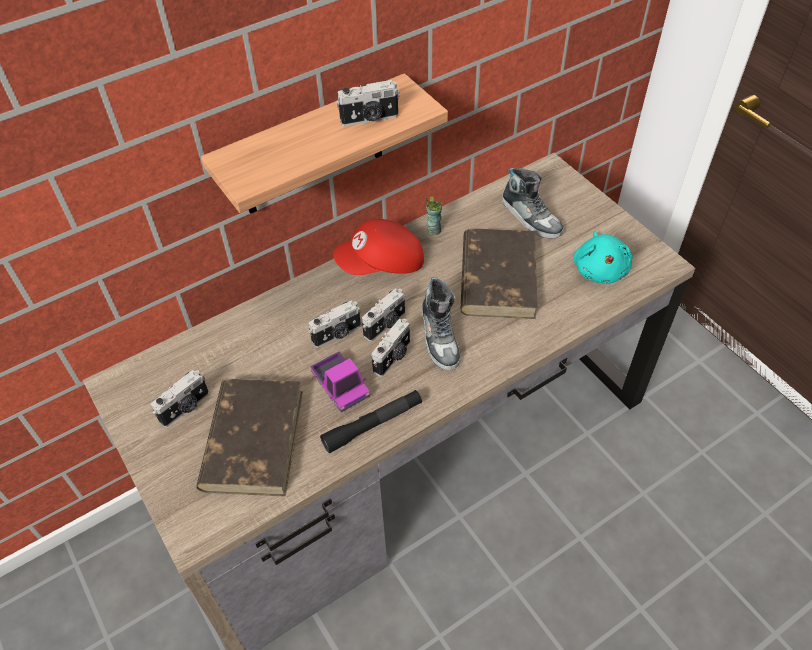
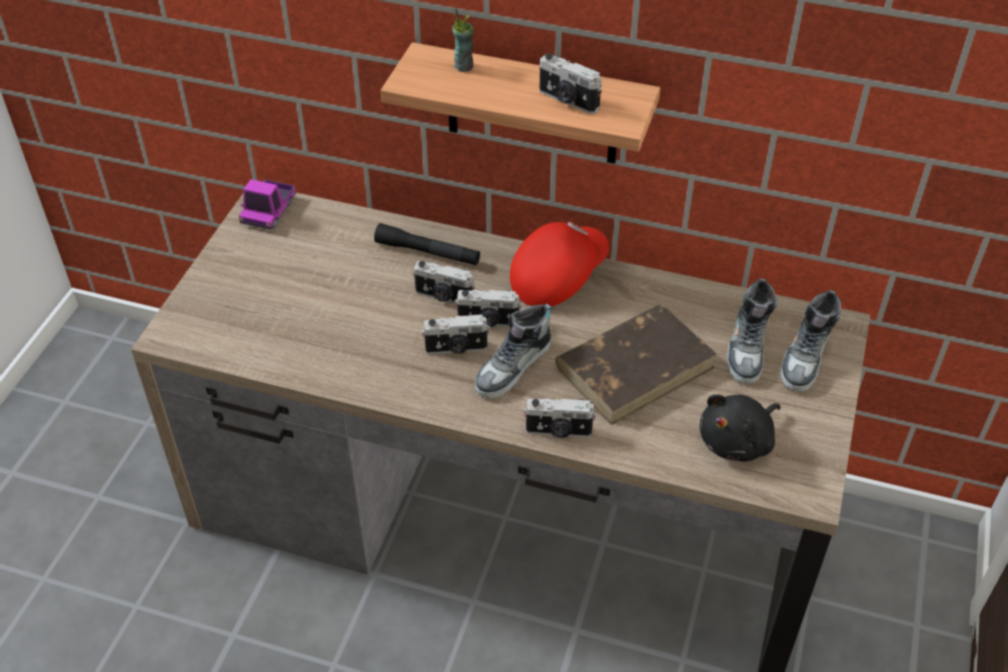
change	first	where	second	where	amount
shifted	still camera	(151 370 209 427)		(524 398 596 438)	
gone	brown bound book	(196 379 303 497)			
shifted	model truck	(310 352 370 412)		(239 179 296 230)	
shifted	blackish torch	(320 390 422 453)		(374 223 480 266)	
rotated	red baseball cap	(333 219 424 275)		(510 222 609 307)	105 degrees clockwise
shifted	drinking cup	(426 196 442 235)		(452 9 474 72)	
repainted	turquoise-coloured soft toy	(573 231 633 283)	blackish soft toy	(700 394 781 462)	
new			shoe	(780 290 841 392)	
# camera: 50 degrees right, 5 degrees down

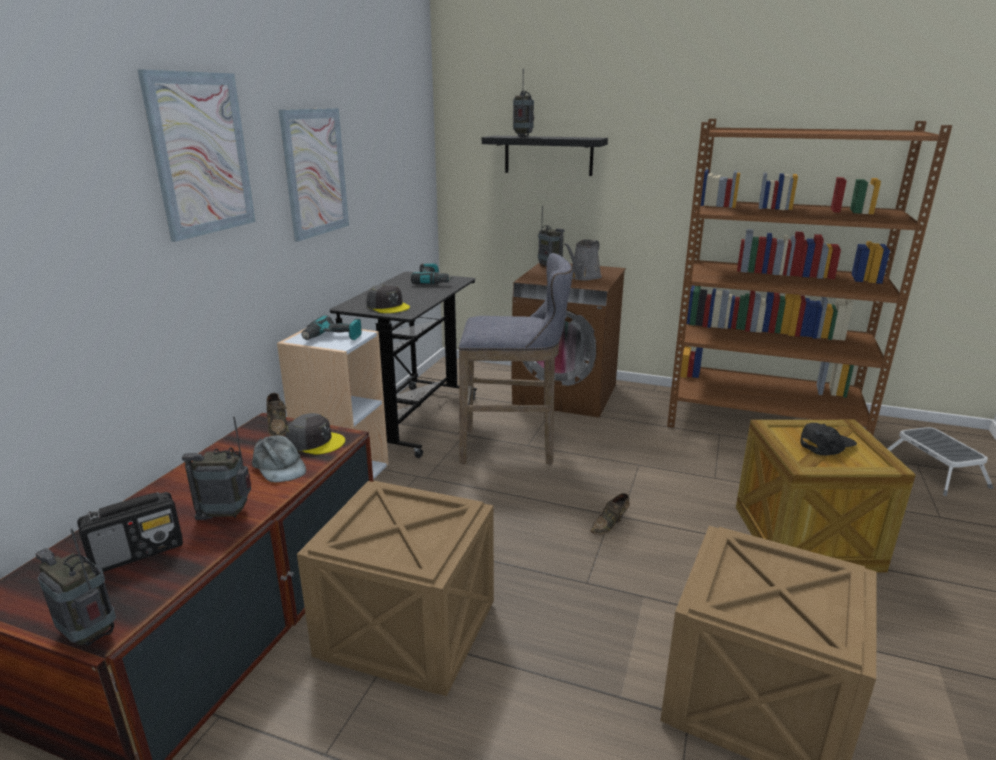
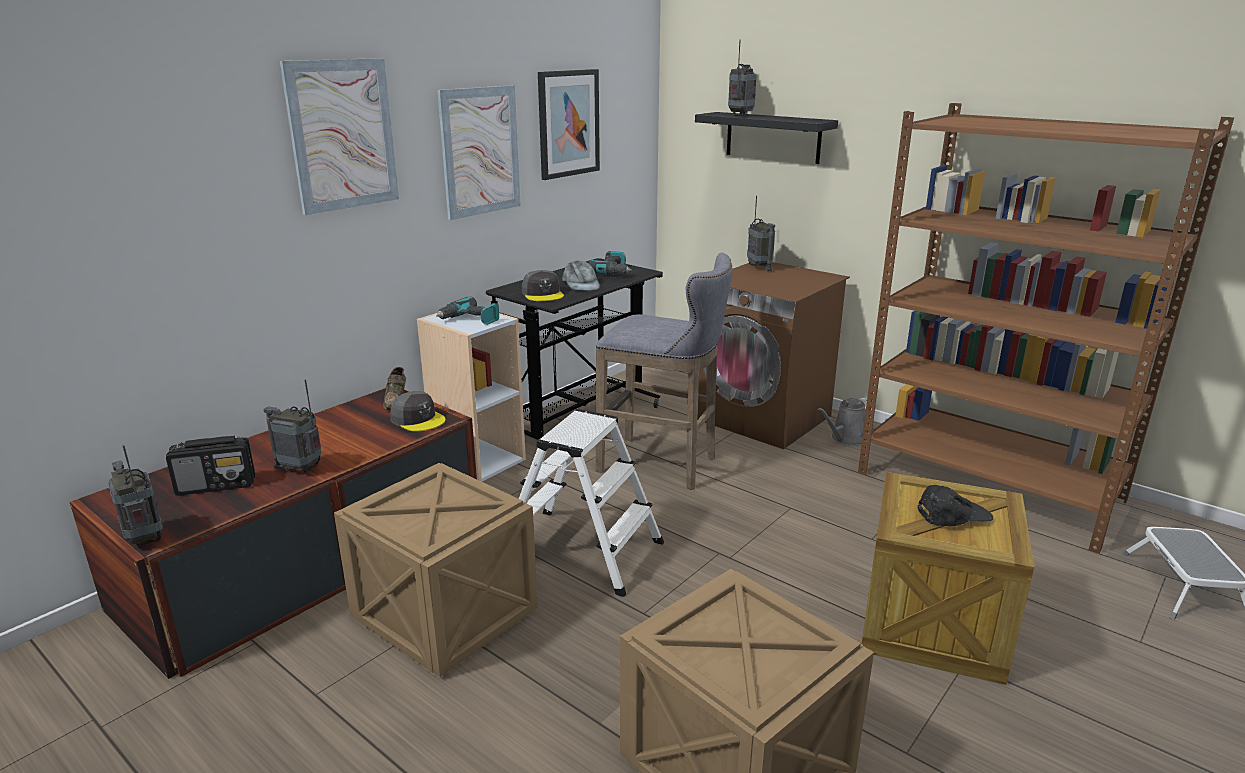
change	first	where	second	where	amount
shifted	grey baseball cap	(252 435 306 482)		(562 260 600 291)	
shifted	grey watering can	(564 239 602 281)		(817 397 872 446)	
gone	brown shoe	(590 493 630 535)			
new			whitish step ladder	(519 409 664 597)	
new			wall art	(538 69 600 180)	
# camera: 20 degrees right, 0 degrees up

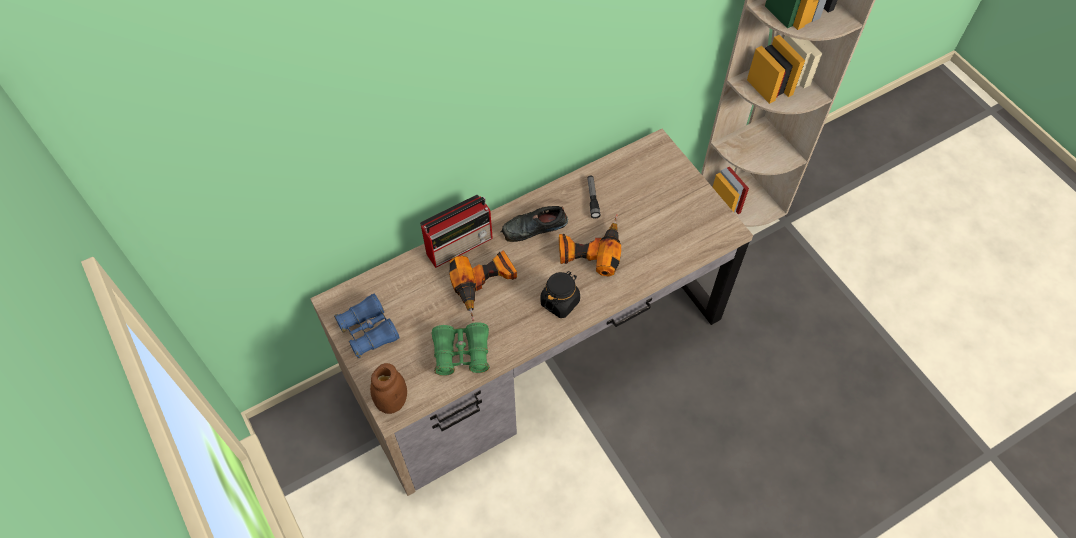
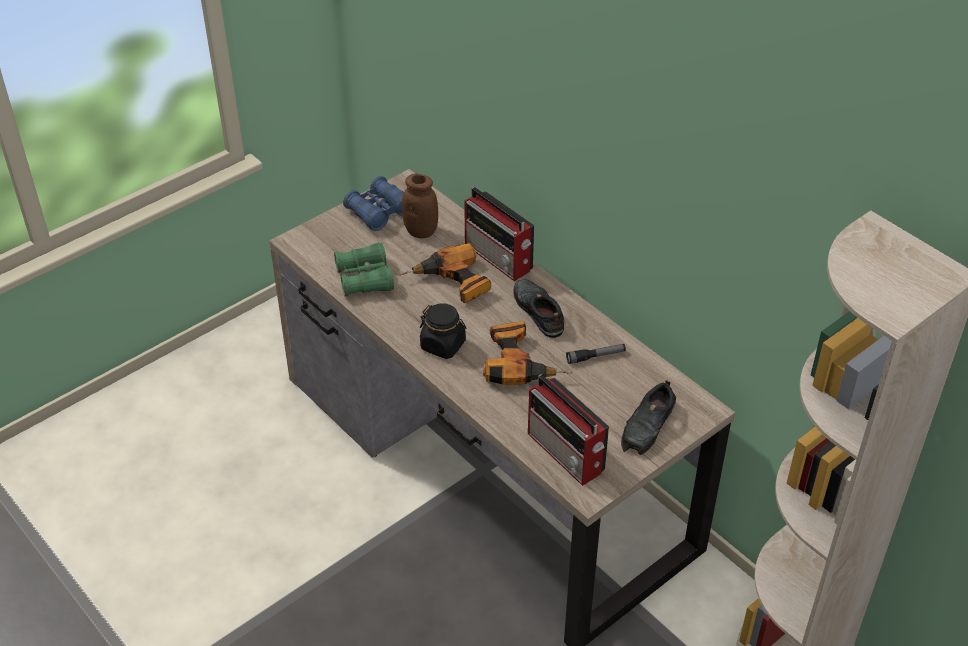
change	first	where	second	where	amount
shifted	brown preserve jar	(370 363 407 414)		(402 173 438 239)	
new			radio receiver	(528 374 609 486)	
new			blackish shoe	(621 380 676 455)	
# camera: 80 degrees right, 15 degrees down

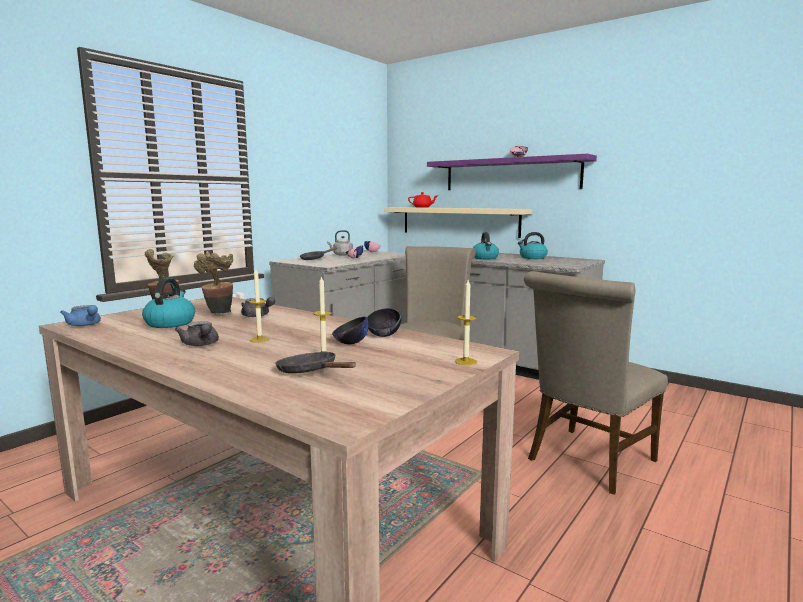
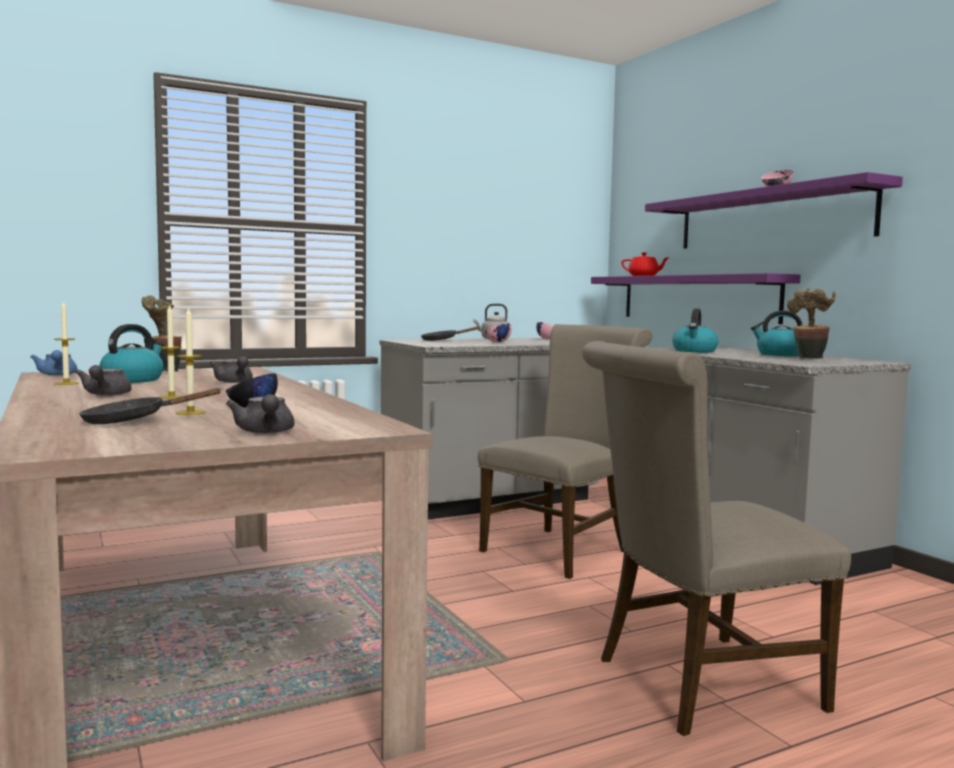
change	first	where	second	where	amount
shifted	houseplant	(194 251 234 314)		(787 287 836 359)	
rotated	blackish frying pan	(275 352 356 373)		(79 388 222 424)	90 degrees counterclockwise
gone	blackish deep dish	(367 308 401 337)			
repainted	sand-coloured shelf	(384 207 532 238)	purple shelf	(591 273 801 324)	
shifted	candle	(455 280 477 365)		(54 301 79 385)	
new			grey teapot	(226 394 294 434)	
# camera: 25 degrees right, 5 degrees down

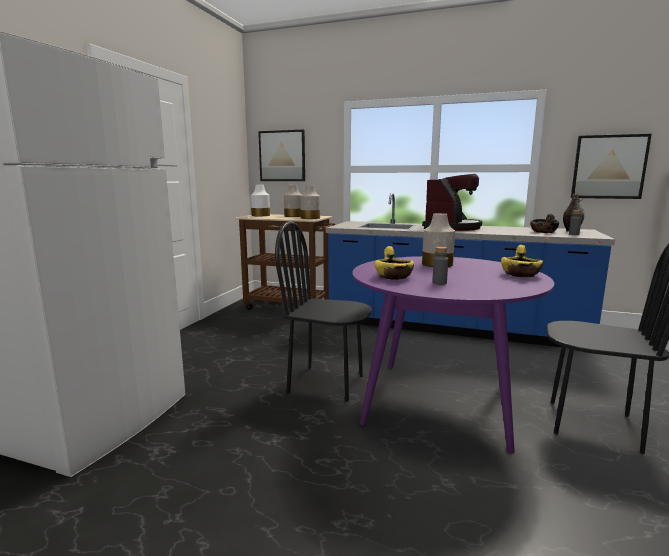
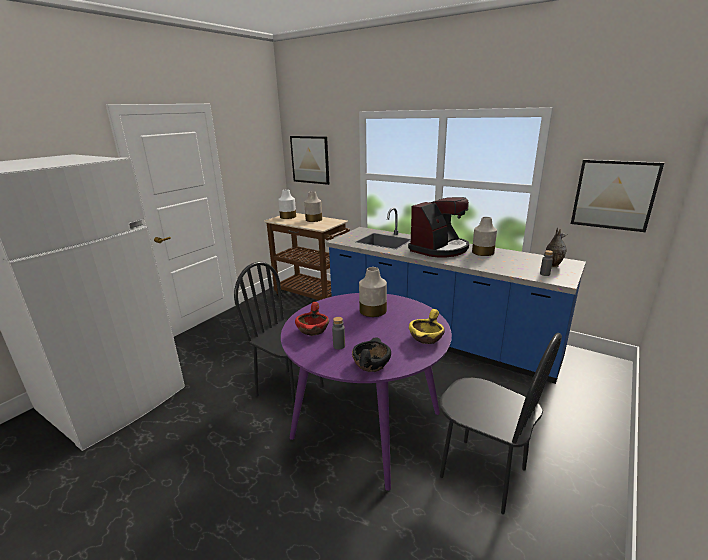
change	first	where	second	where	amount
shifted	sand-coloured vase	(300 185 320 219)		(472 217 497 256)	
repainted	yellowish deep dish	(375 246 414 280)	red deep dish	(295 302 329 336)	
shifted	blackish deep dish	(530 214 559 233)		(352 338 391 372)	
# camera: 15 degrees right, 10 degrees up

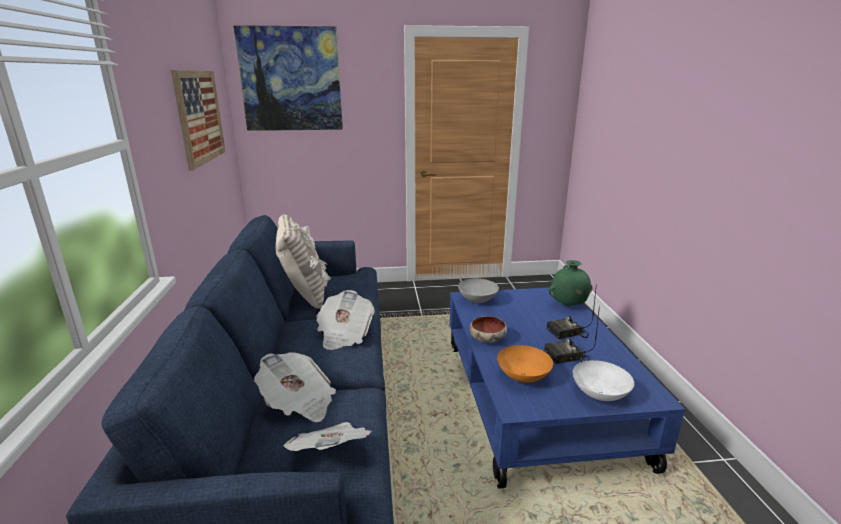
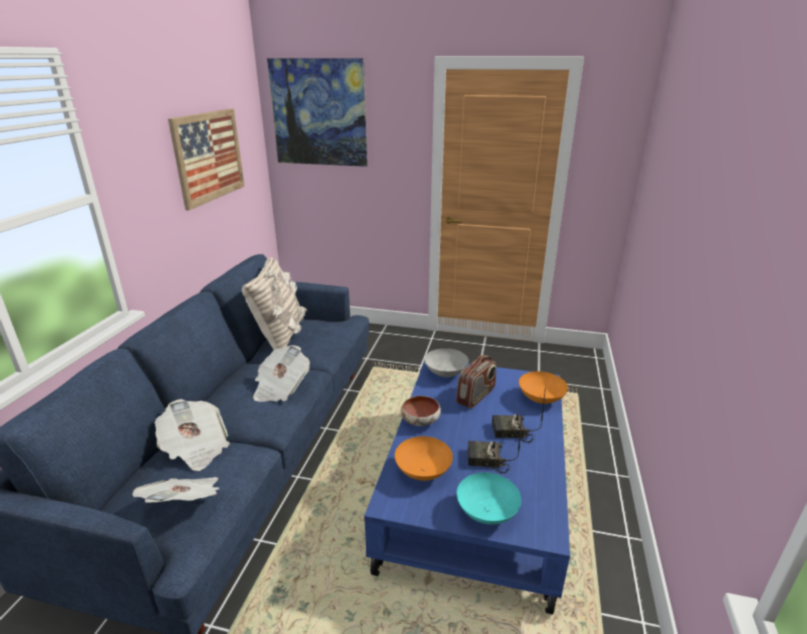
change	first	where	second	where	amount
swapped	green-coloured vase	(548 260 592 306)	orange-coloured deep dish	(519 371 568 404)	
repainted	whitish deep dish	(573 360 634 401)	turquoise-coloured deep dish	(457 472 521 525)	
new			radio receiver	(456 355 496 409)	
# camera: 20 degrees right, 5 degrees up

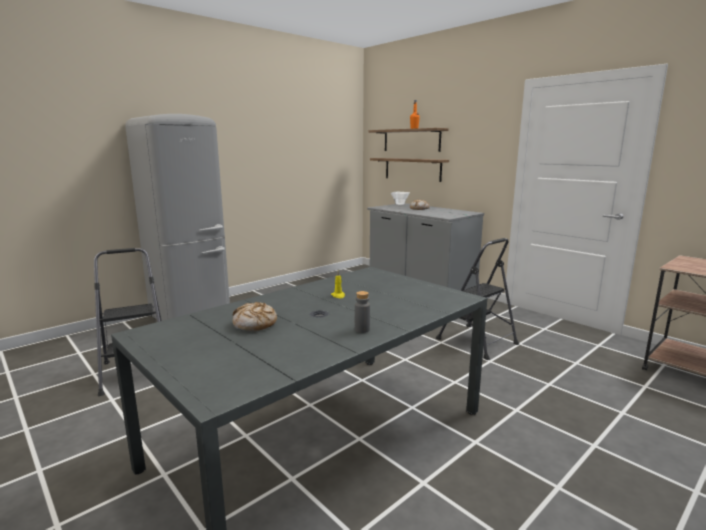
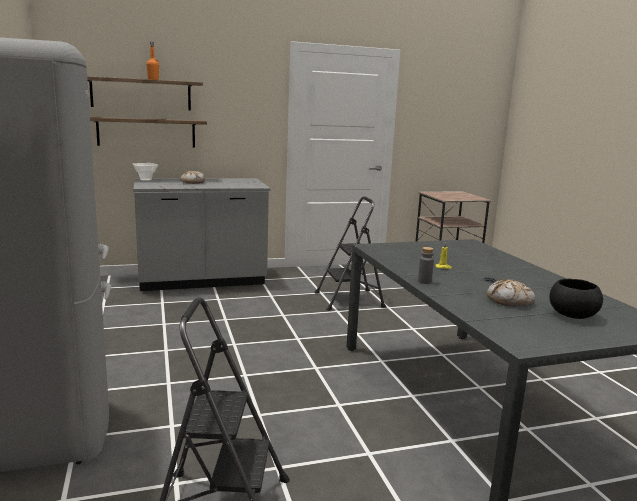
change	first	where	second	where	amount
shifted	grey bottle	(355 291 370 333)		(418 247 434 284)	
new			blackish deep dish	(549 279 603 319)	
# camera: 65 degrees left, 0 degrees up

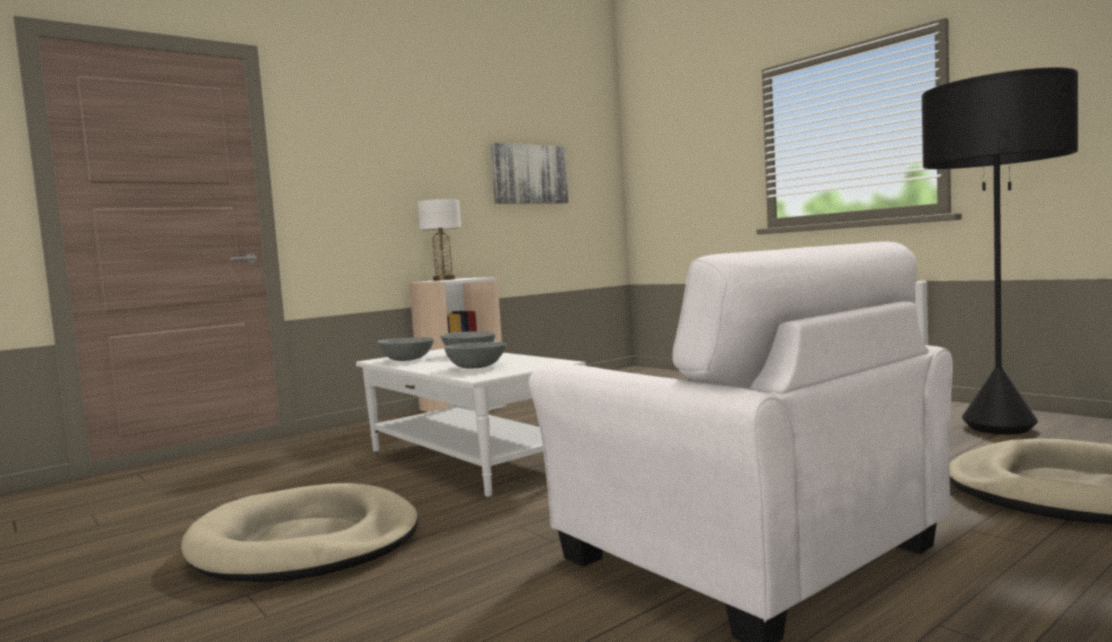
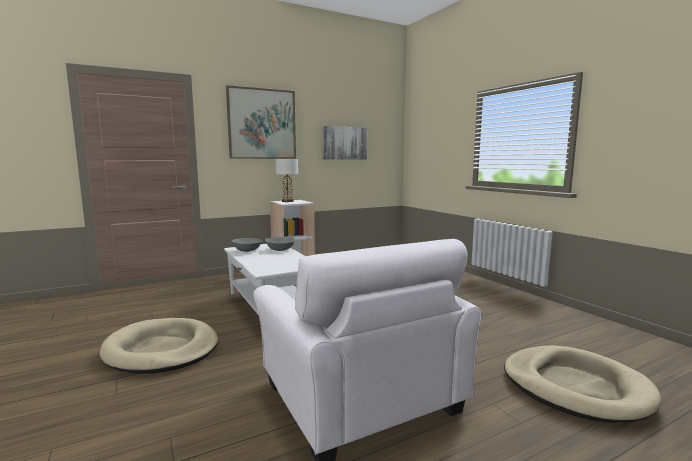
change	first	where	second	where	amount
gone	grey deep dish	(444 342 506 368)			
gone	blackish floor lamp	(922 67 1078 434)			
new			wall art	(226 85 296 159)	
# camera: 10 degrees right, 5 degrees up

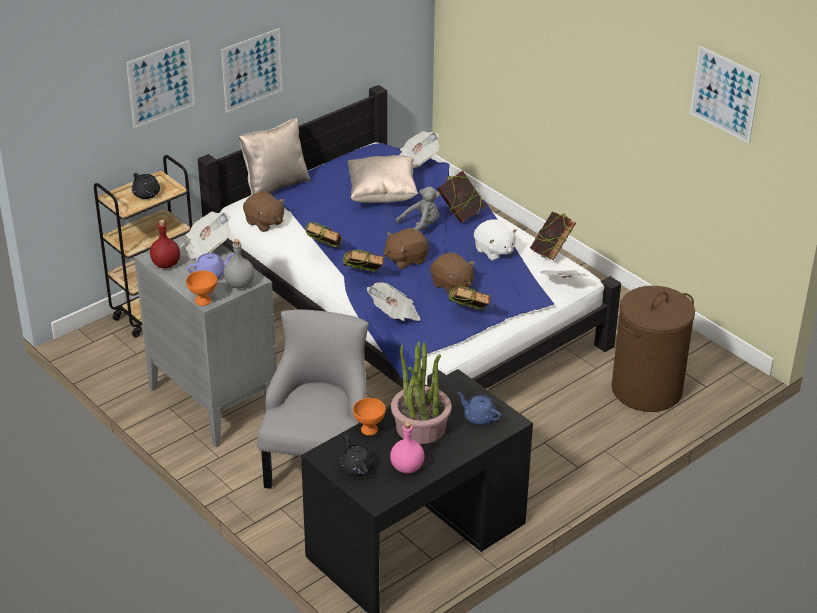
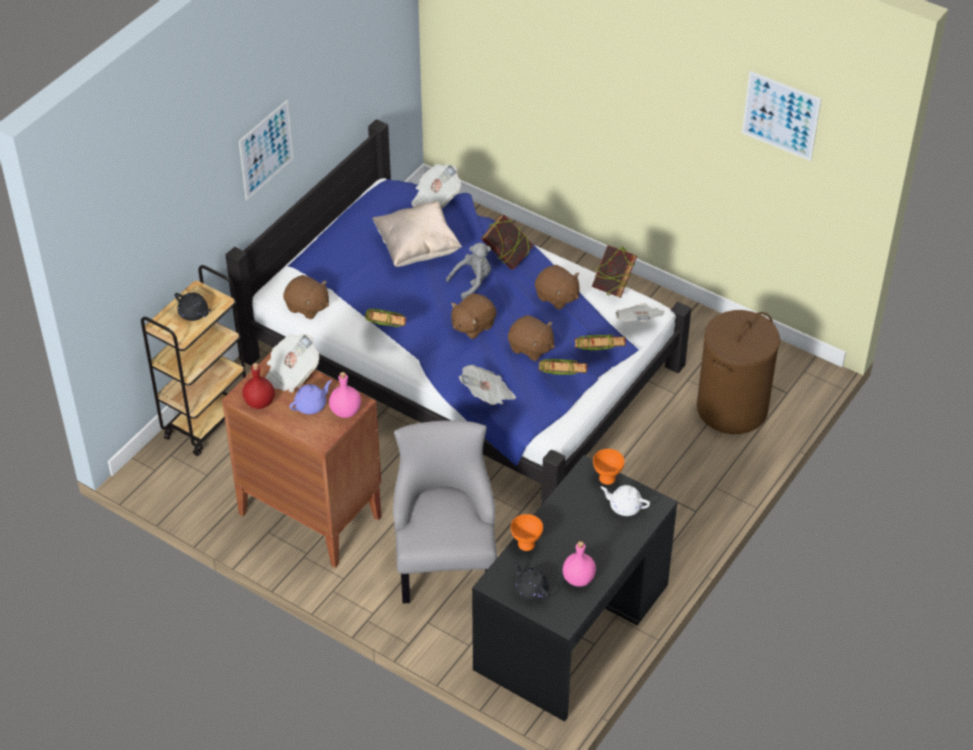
change	first	where	second	where	amount
gone	wall art	(126 40 195 129)			
repainted	grey drawer chest	(134 234 277 447)	brown drawer chest	(222 353 381 568)	
shifted	orange-coloured deep dish	(186 271 217 306)		(593 449 625 485)	
repainted	grey bottle	(223 239 255 288)	pink-coloured bottle	(329 372 361 418)	
gone	sand-coloured cushion	(239 118 311 195)			
shifted	bound book	(343 250 384 272)		(574 334 626 351)	
gone	houseplant	(391 342 452 444)			
repainted	bluish teapot	(457 392 502 425)	whitish teapot	(600 485 650 516)	
repainted	whitish soft toy	(474 220 517 261)	brown soft toy	(535 265 579 310)	
# camera: 15 degrees left, 10 degrees up

